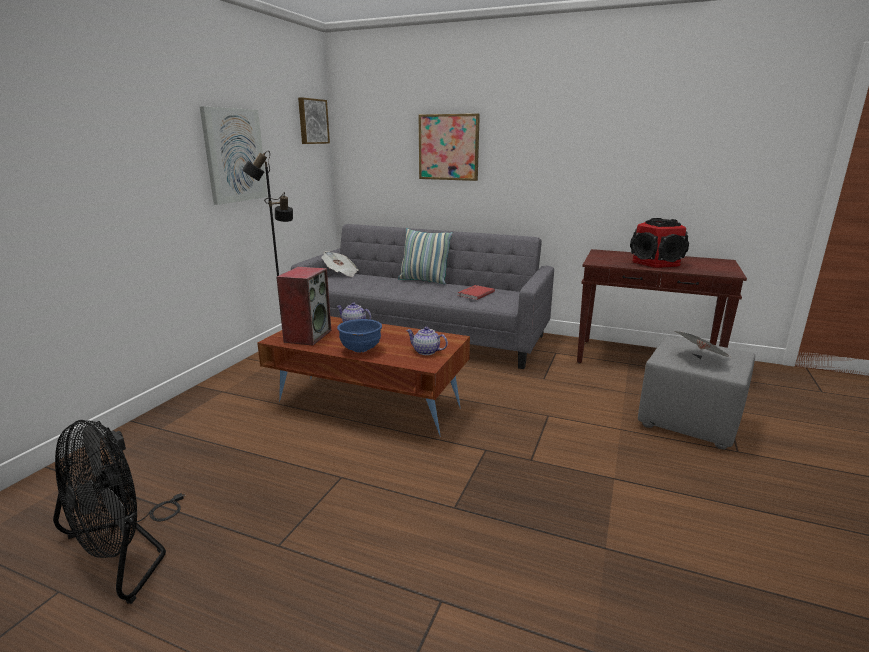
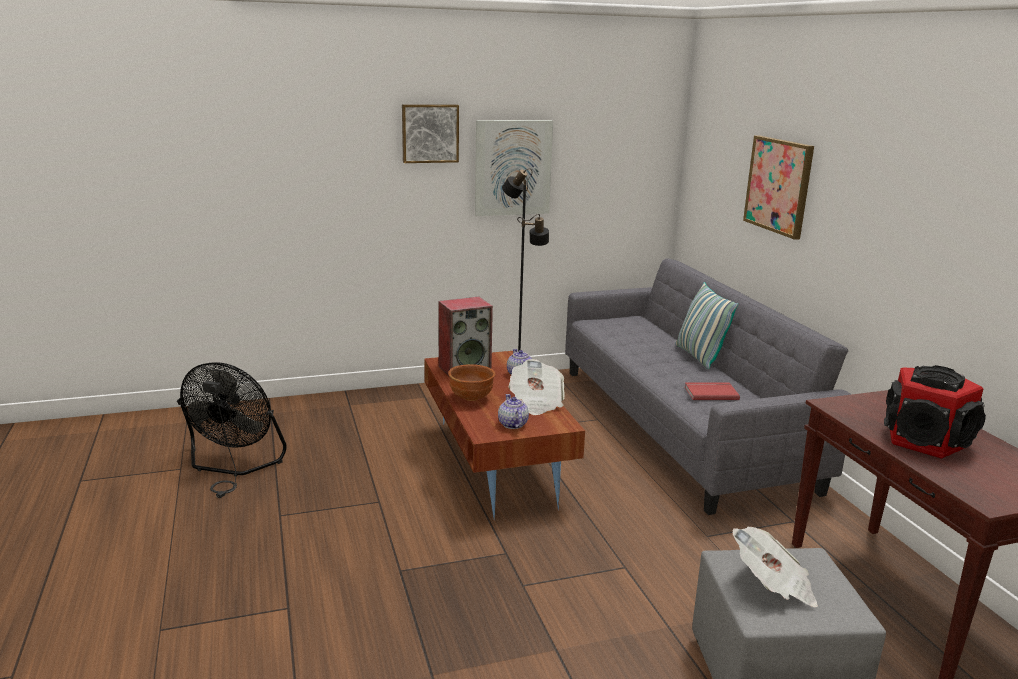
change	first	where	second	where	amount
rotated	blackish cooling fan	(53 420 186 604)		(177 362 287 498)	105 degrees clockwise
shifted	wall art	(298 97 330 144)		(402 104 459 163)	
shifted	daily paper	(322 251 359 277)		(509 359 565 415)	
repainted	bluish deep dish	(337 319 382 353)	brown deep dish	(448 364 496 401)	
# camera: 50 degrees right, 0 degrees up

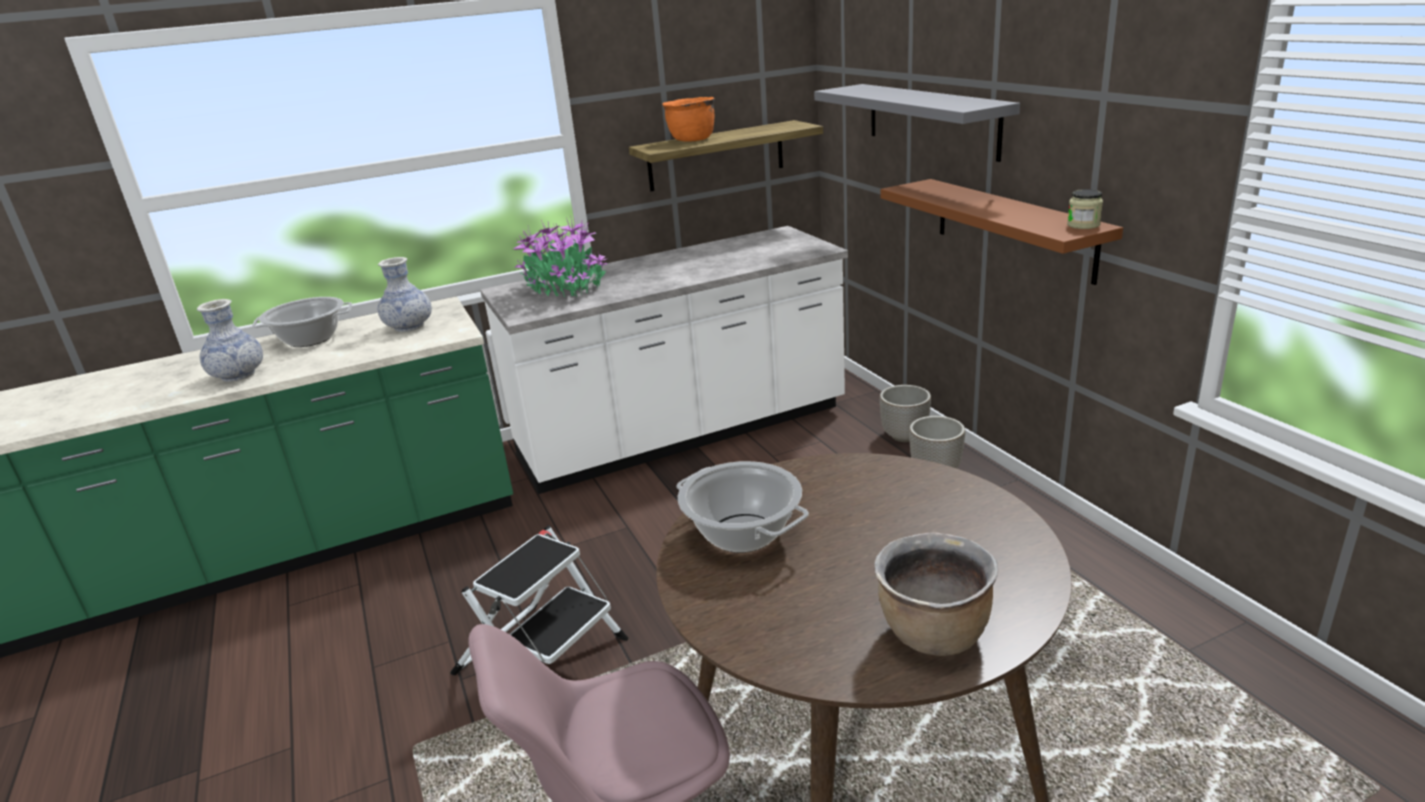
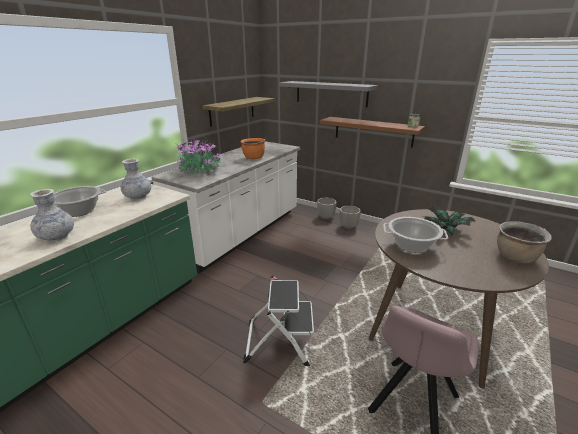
change	first	where	second	where	amount
shifted	orange-coloured cooking pot	(663 97 714 142)		(240 138 265 159)	
new			houseplant	(424 207 476 235)	
# camera: 35 degrees left, 0 degrees up

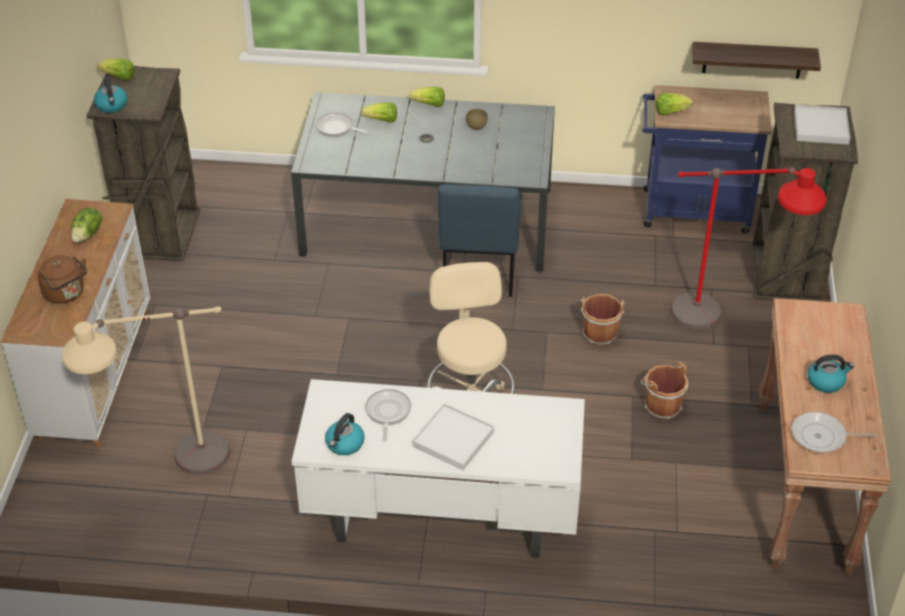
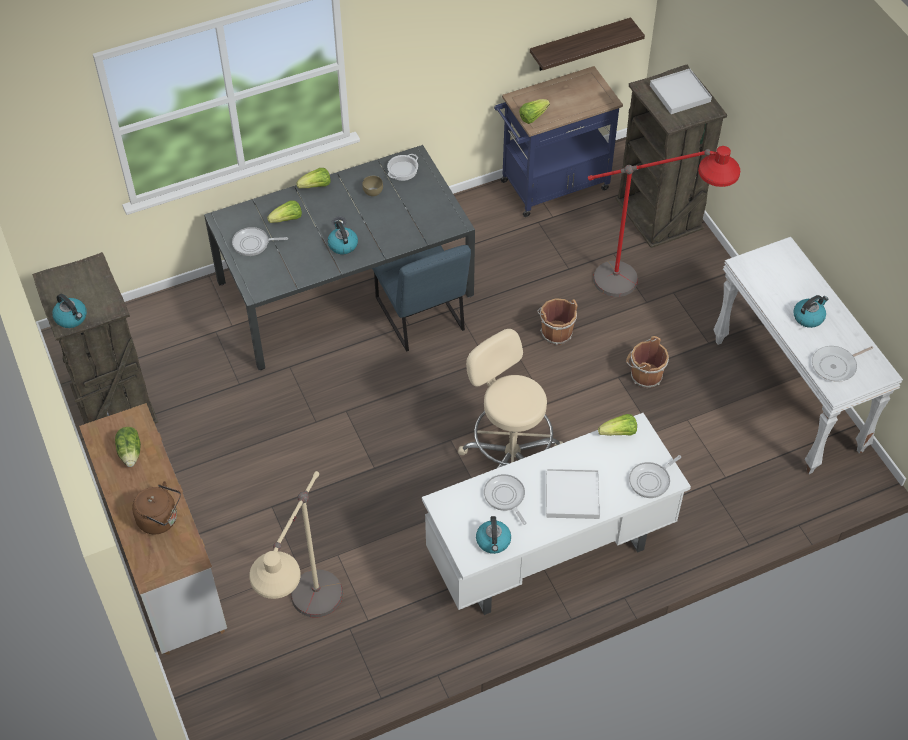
change	first	where	second	where	amount
shifted	lettuce head	(97 58 135 81)		(598 414 637 436)	
repainted	brown console table	(759 298 891 575)	whitish console table	(713 237 903 474)	
new			tea kettle	(328 220 358 254)	
new			cooking pot	(387 154 418 181)	
new			frying pan	(629 455 681 498)	
# camera: 30 degrees left, 10 degrees up

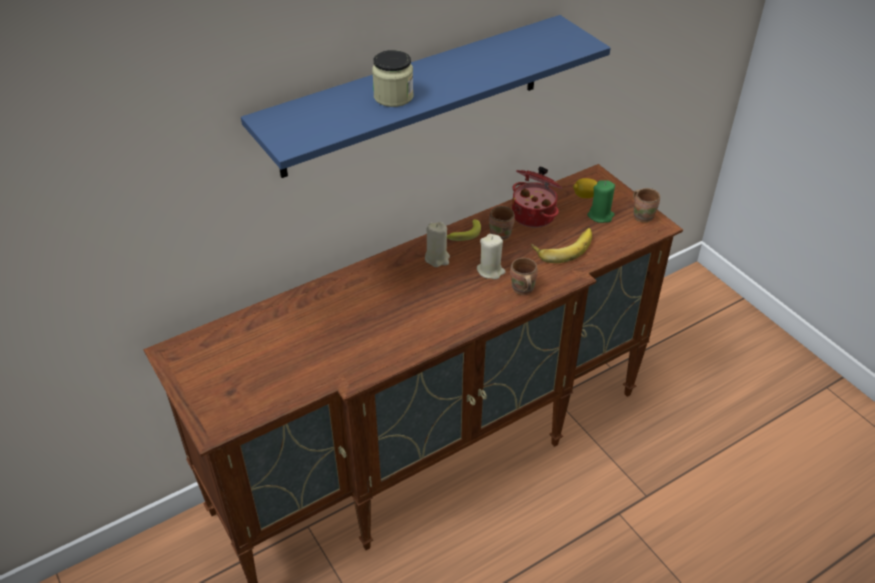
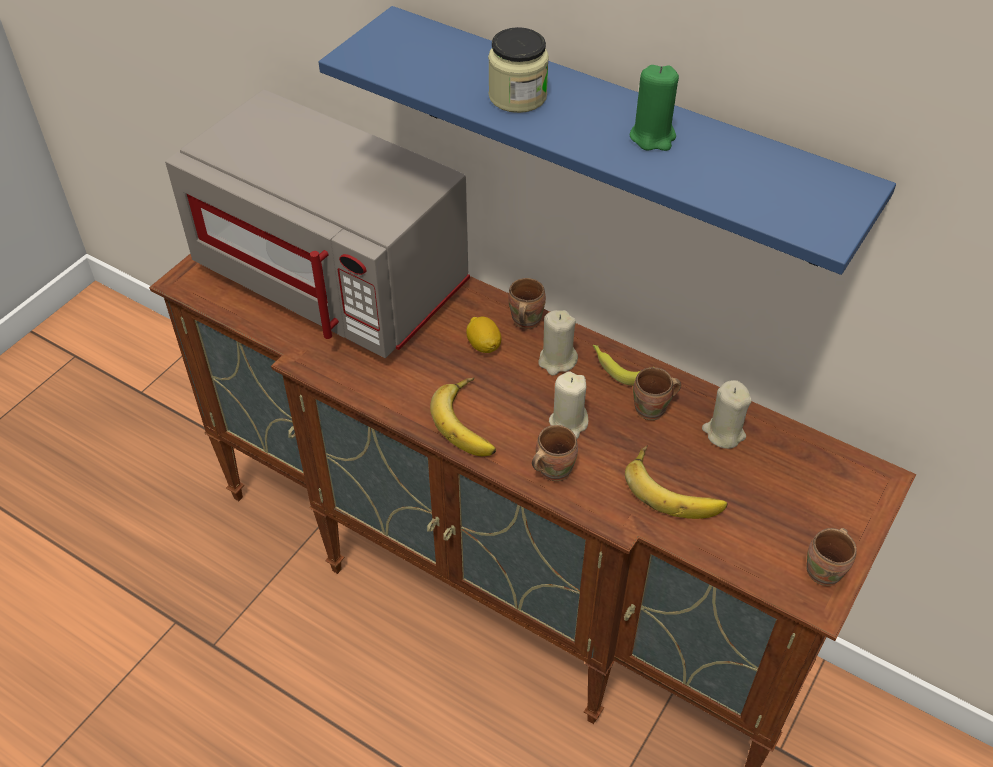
change	first	where	second	where	amount
swapped	cooking pot	(512 167 563 228)	sand-coloured candle	(702 380 752 449)	
shifted	whole lemon	(573 178 597 198)		(466 317 501 353)	
shifted	green-coloured candle	(587 180 615 223)		(630 65 679 151)	
new			grey microwave oven	(165 90 470 358)	
new			whole banana	(430 377 496 456)	
new			brown tea mug	(508 278 546 329)	
# camera: 65 degrees right, 5 degrees up

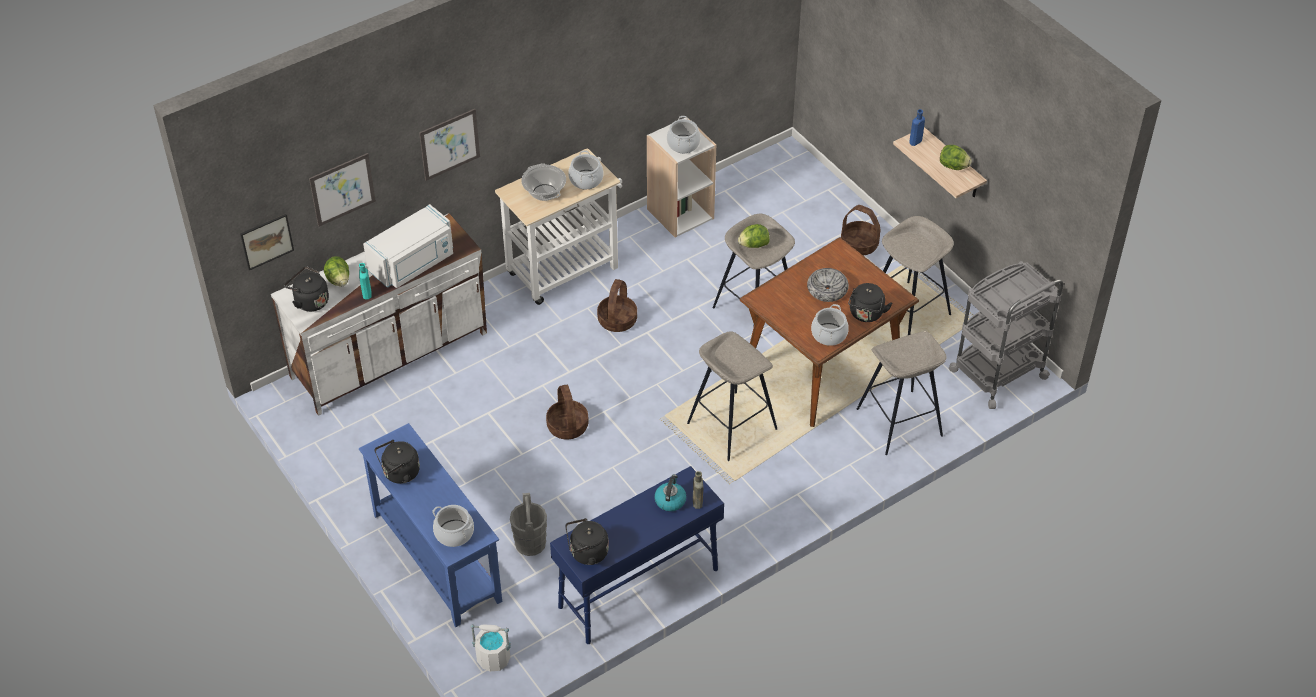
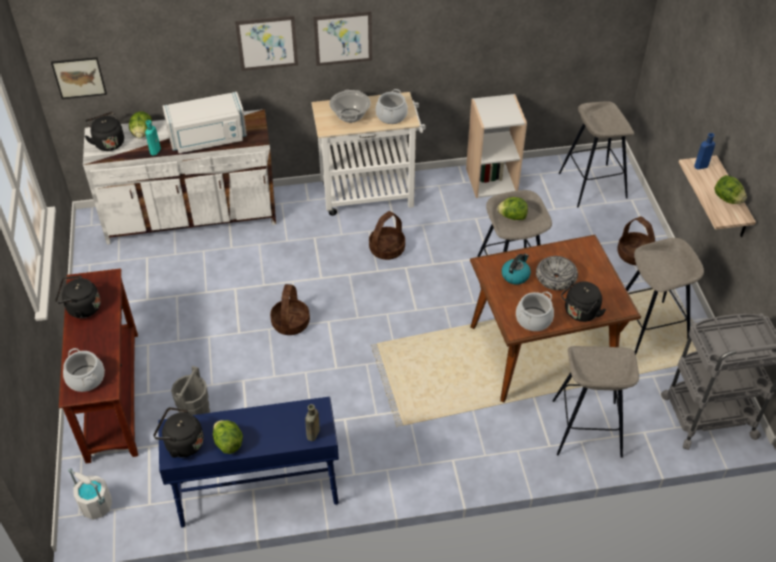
change	first	where	second	where	amount
shifted	wall art	(309 153 376 226)		(313 11 372 66)	
repainted	bluish console table	(359 423 502 627)	brown console table	(59 268 138 464)	
shifted	tea kettle	(654 474 686 511)		(502 254 531 285)	
gone	cooking pot	(667 116 701 153)			
shifted	grey stool	(687 331 777 461)		(559 101 634 207)	
new			lettuce head	(213 420 243 454)	
# camera: 25 degrees right, 0 degrees up

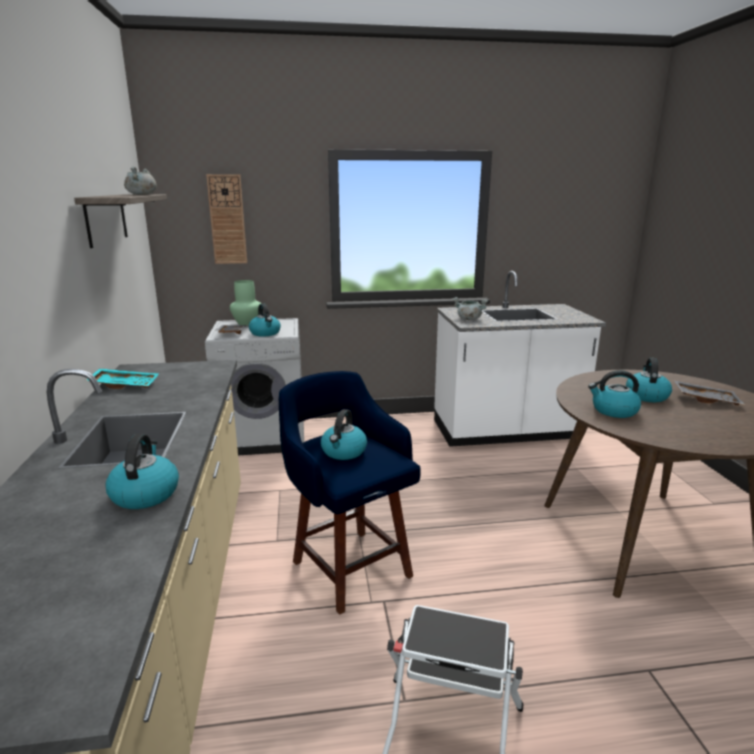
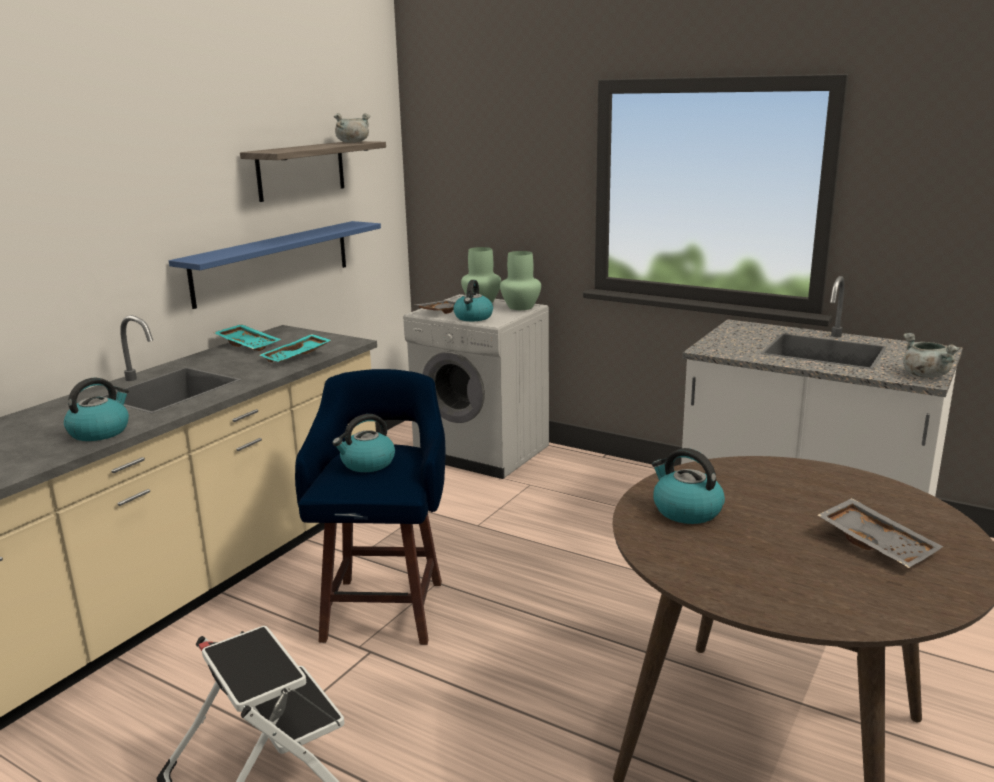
change	first	where	second	where	amount
gone	wall clock	(206 174 247 264)			
shifted	grey cooking pot	(452 297 488 320)		(903 333 960 378)	
gone	tea kettle	(626 358 672 402)			
new			bluish shelf	(169 221 381 309)	
new			turquoise-coloured serving tray	(260 334 331 362)	
new			green-coloured vase	(500 251 541 310)	
# camera: 40 degrees right, 0 degrees up

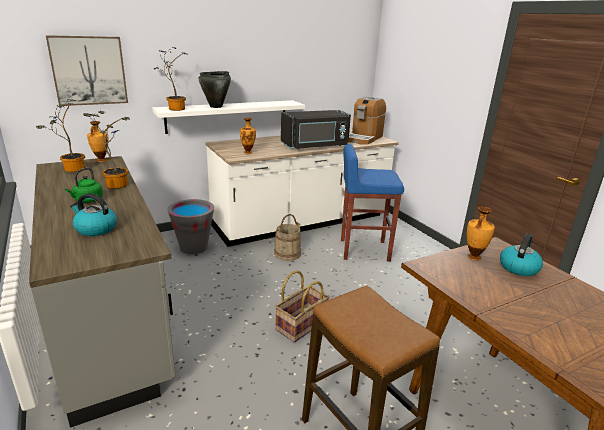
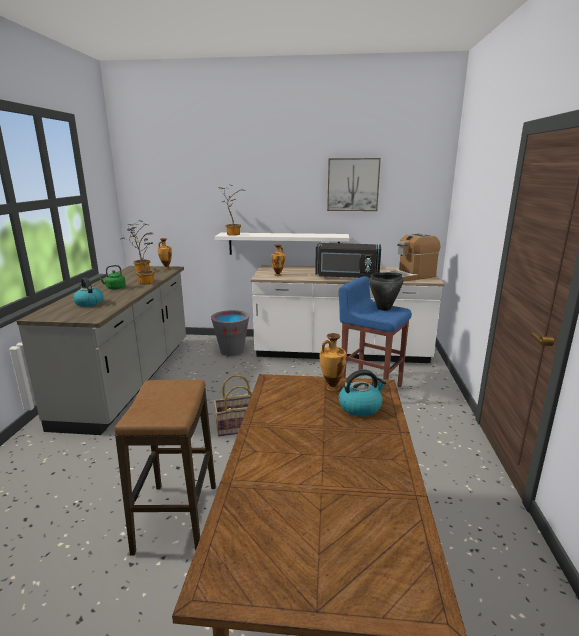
change	first	where	second	where	amount
shifted	wall art	(46 35 128 106)		(327 158 381 211)	
shifted	blackish cooking pot	(199 71 231 108)		(369 272 404 311)	
gone	sand-coloured pail	(274 214 301 261)			
# camera: 35 degrees right, 5 degrees down

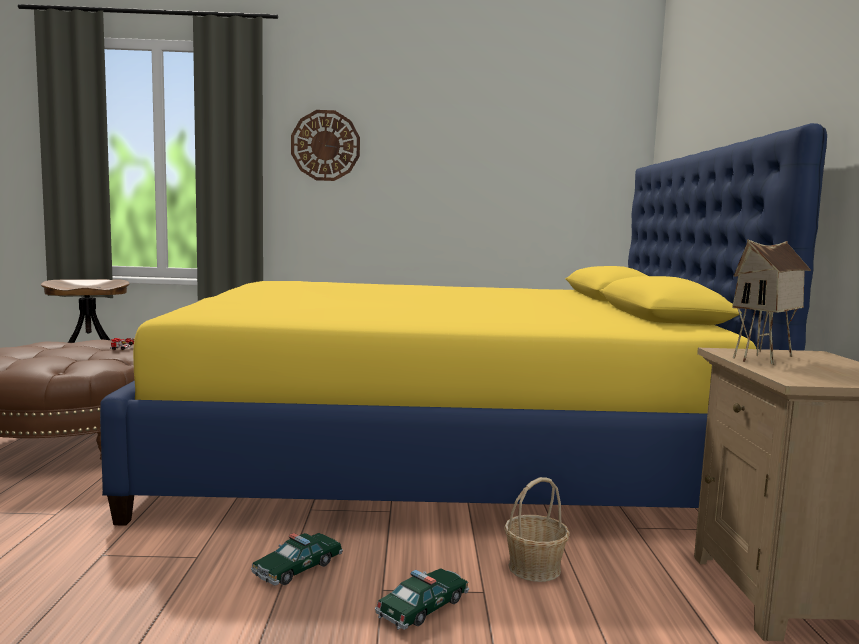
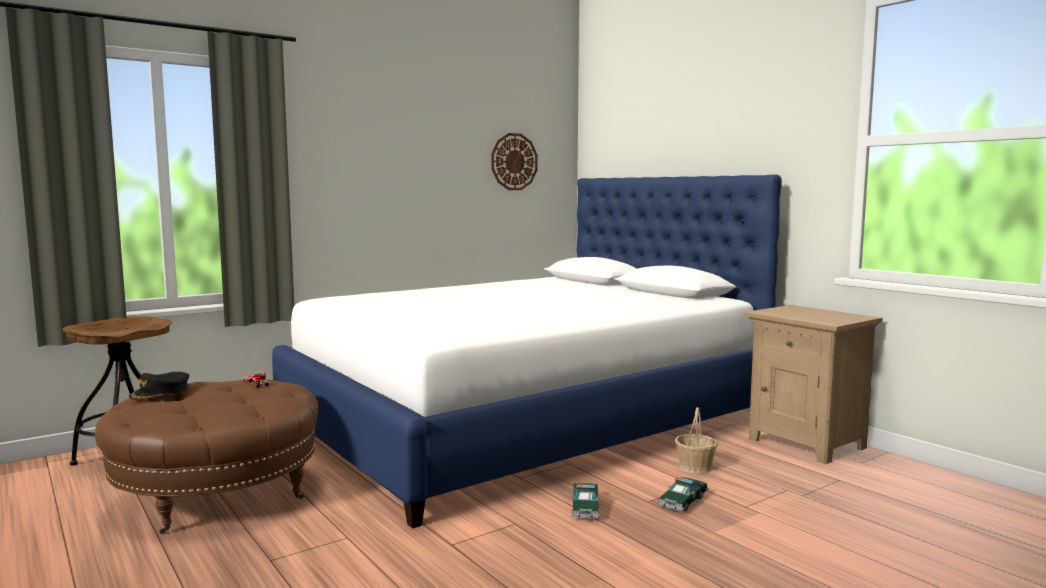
change	first	where	second	where	amount
repainted	yellowish bed	(100 123 827 526)	whitish bed	(272 175 782 528)	
shifted	wall clock	(291 110 360 181)		(491 133 538 190)	
rotated	toy car	(375 568 469 630)		(658 477 708 511)	150 degrees counterclockwise
gone	miniature house	(732 240 811 365)			
new			blackish baseball cap	(129 372 189 400)	
# camera: 35 degrees left, 0 degrees up

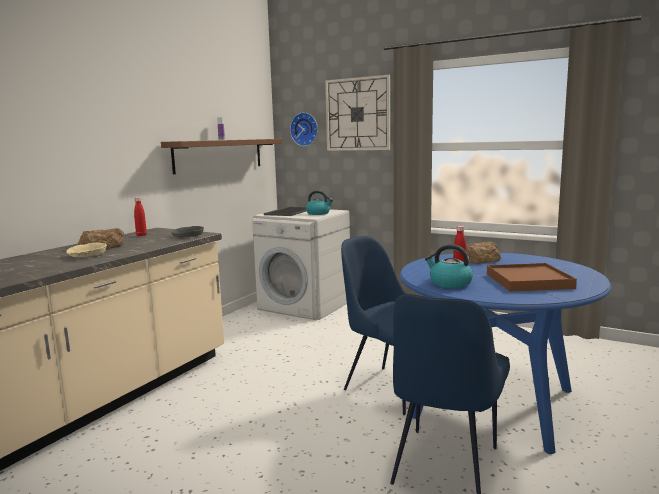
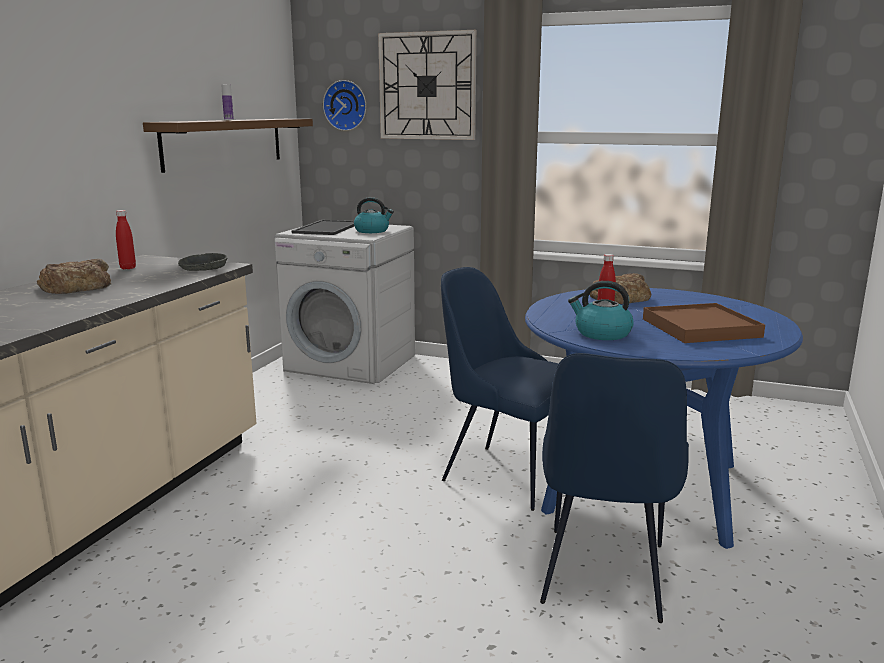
change	first	where	second	where	amount
gone	sand-coloured deep dish	(66 243 107 257)			
# camera: 10 degrees left, 5 degrees up

